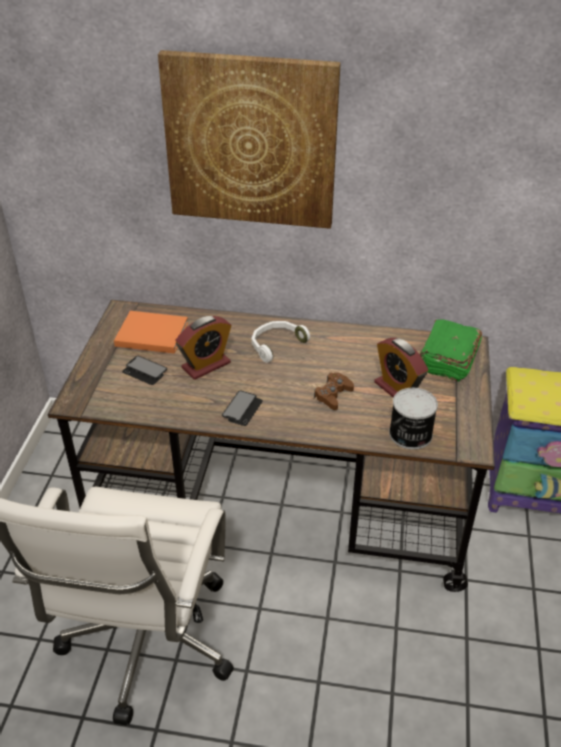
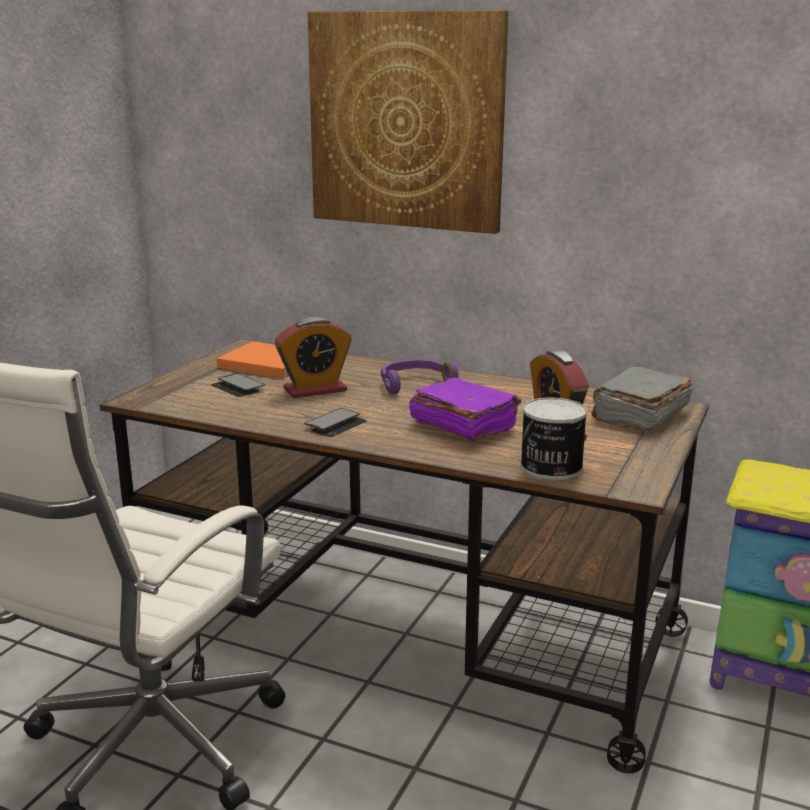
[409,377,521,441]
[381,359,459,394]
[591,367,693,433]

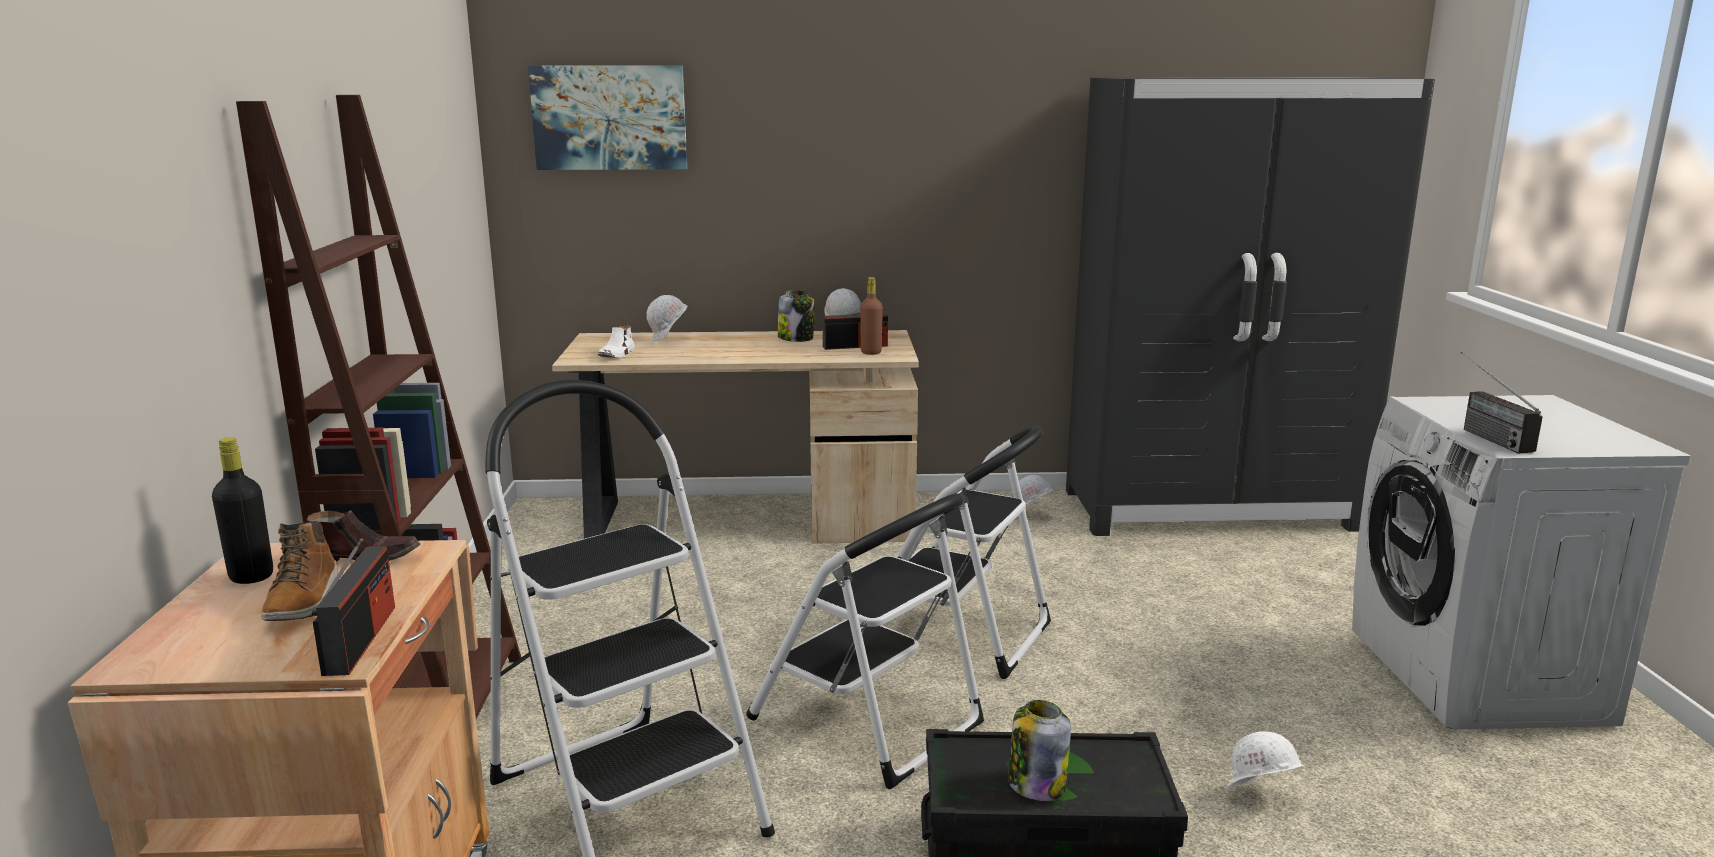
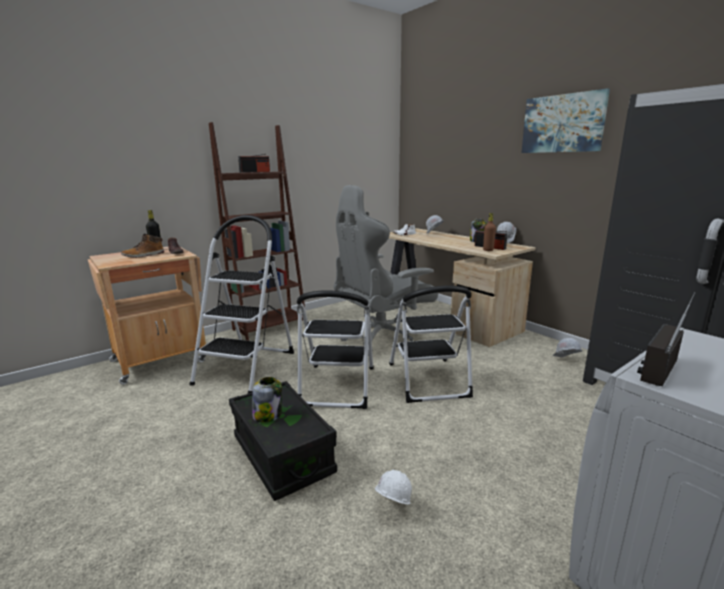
[334,185,438,356]
[238,154,270,173]
[521,88,610,153]

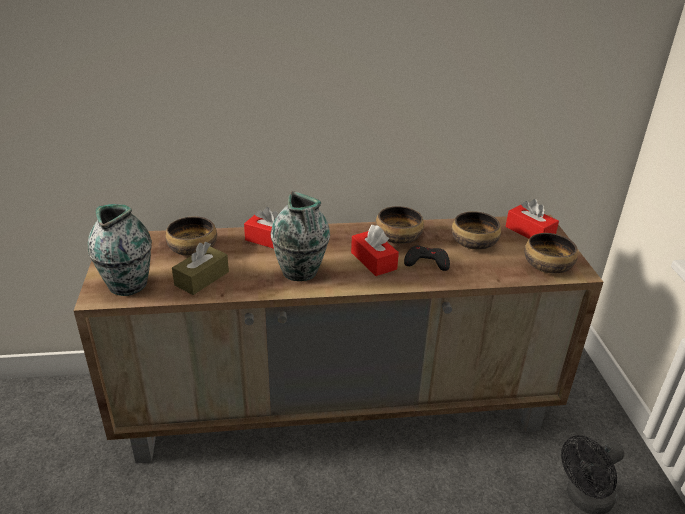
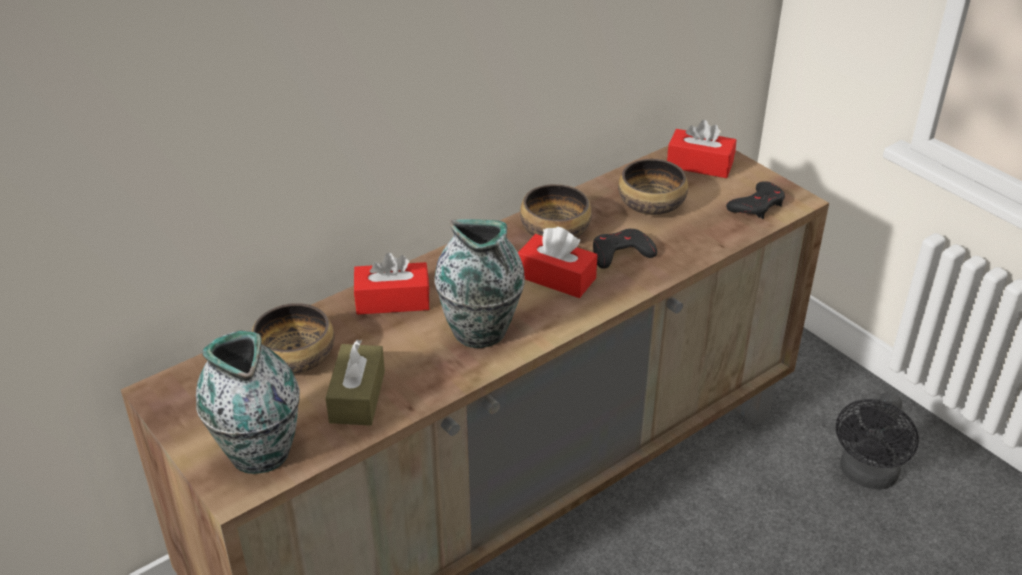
[726,181,785,219]

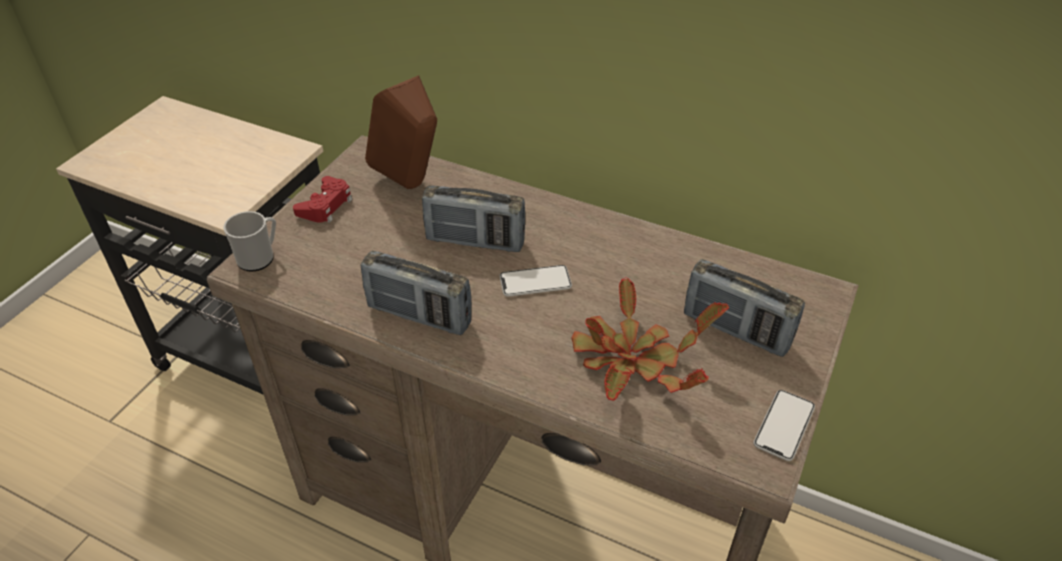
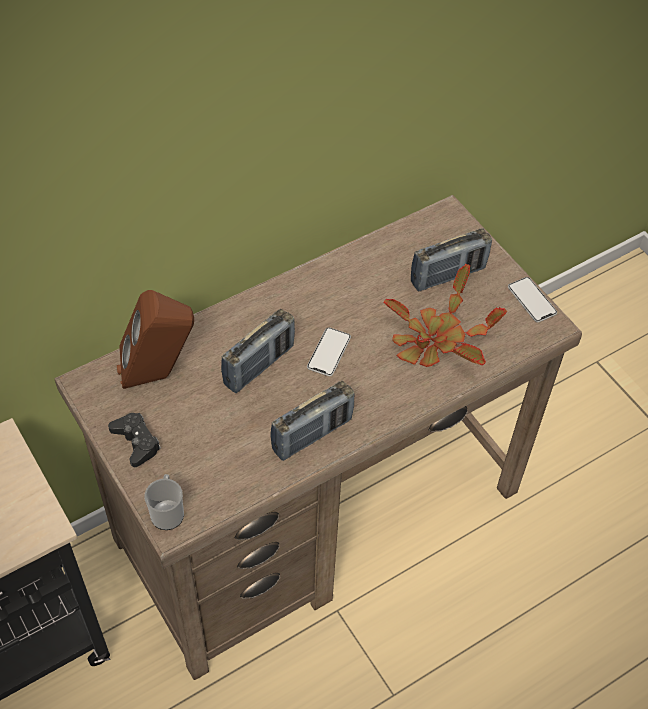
[108,413,161,467]

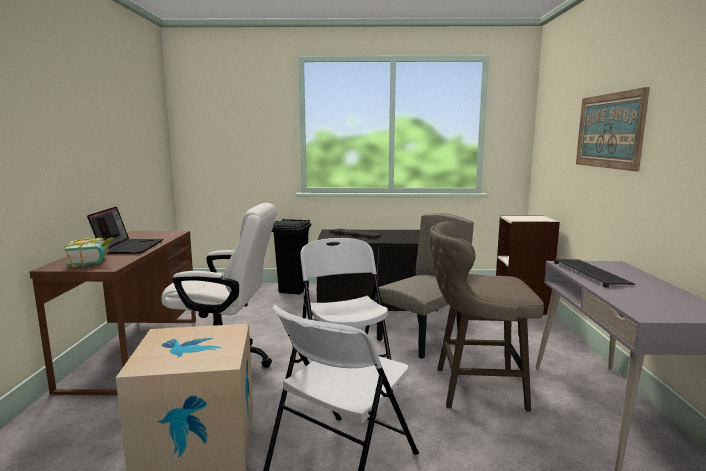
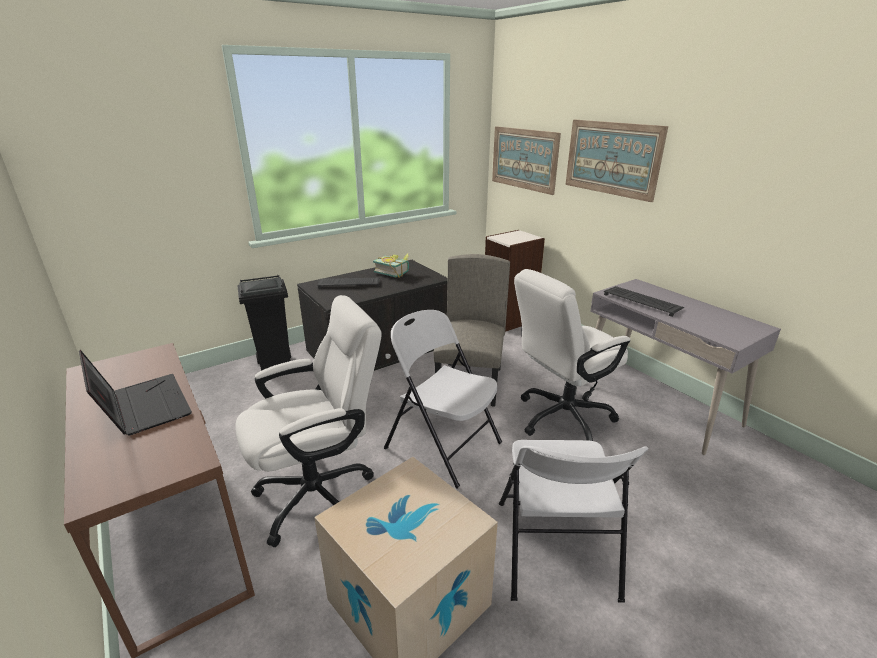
[492,126,561,195]
[373,253,409,278]
[514,269,631,441]

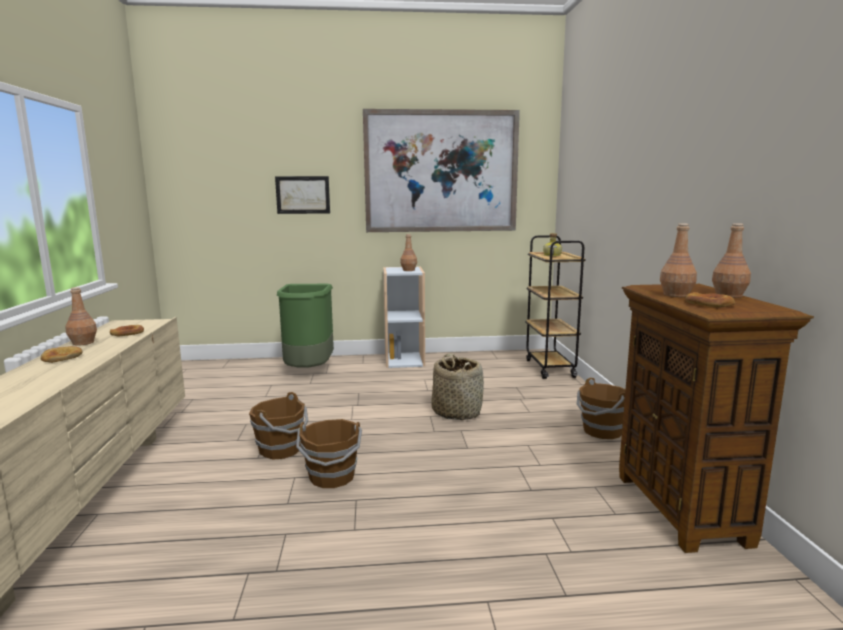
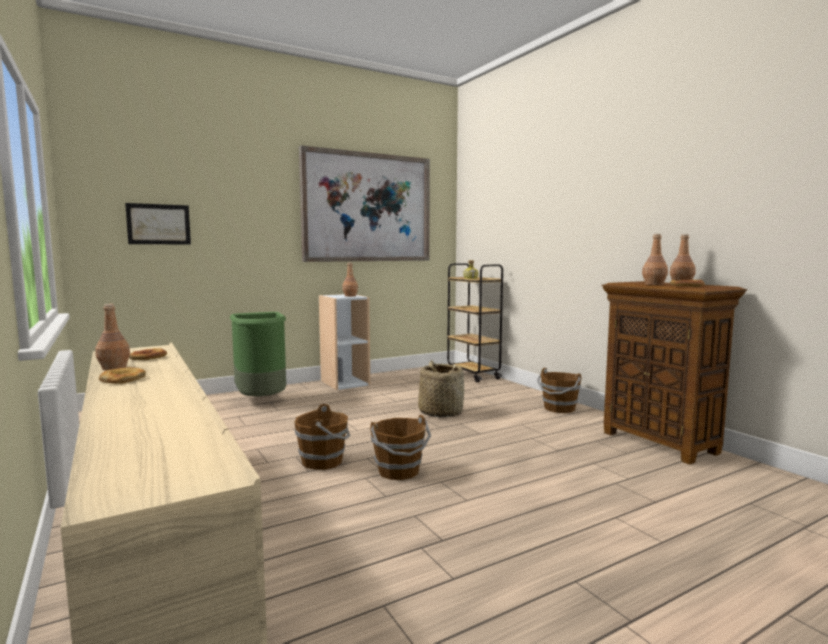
[125,203,191,245]

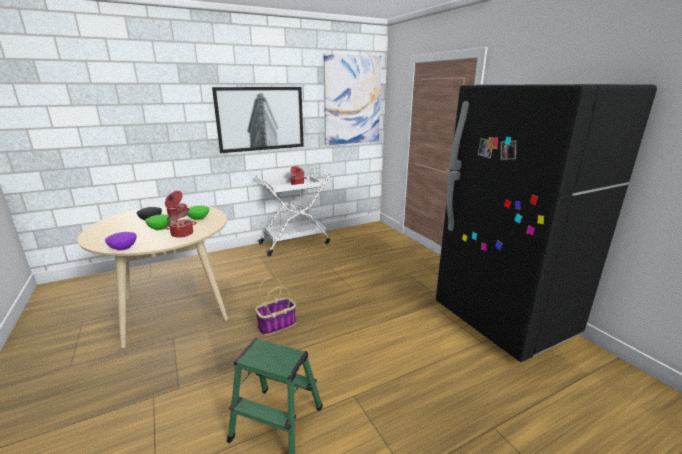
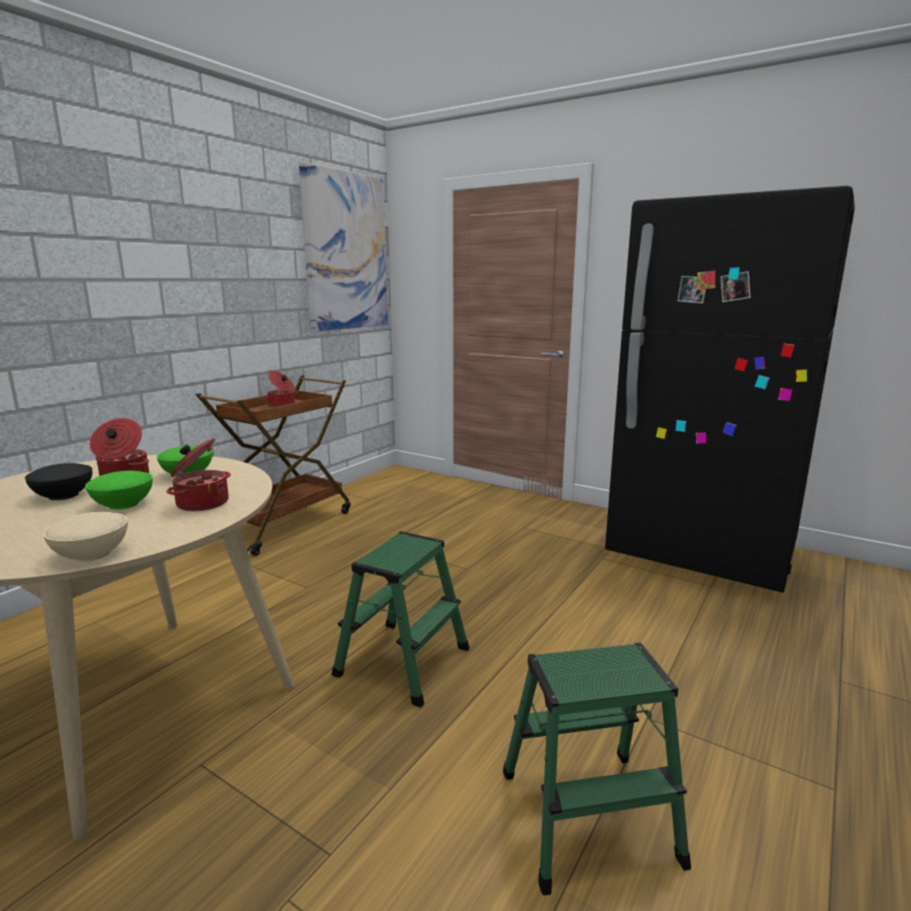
[212,87,304,153] (first image)
[331,531,470,707]
[43,512,128,562]
[195,375,351,556]

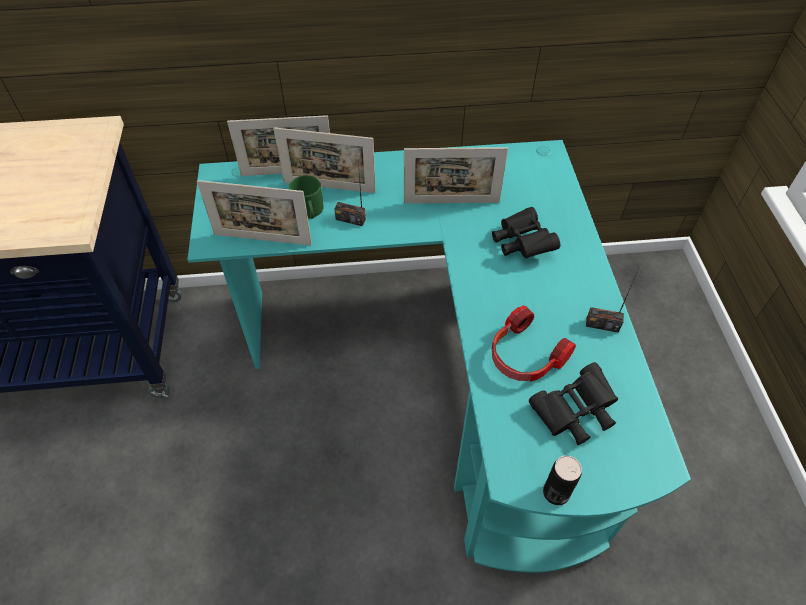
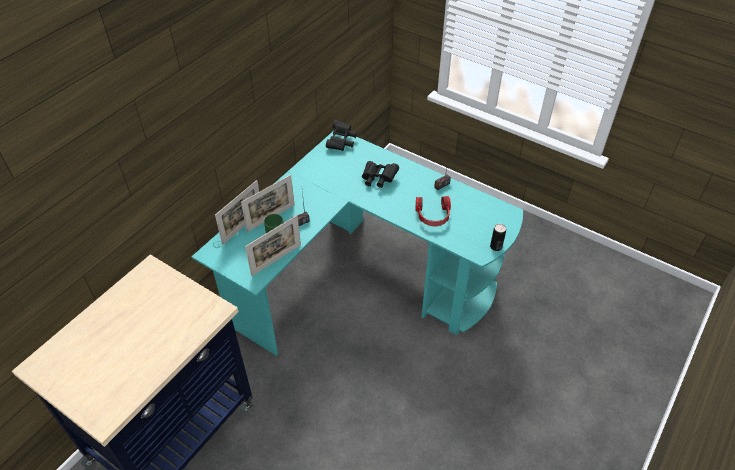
[404,147,508,204] (first image)
[326,120,357,151]

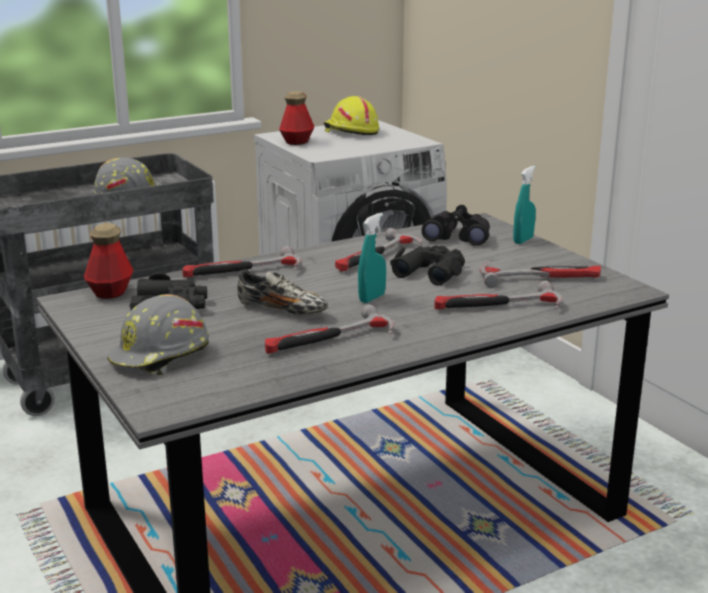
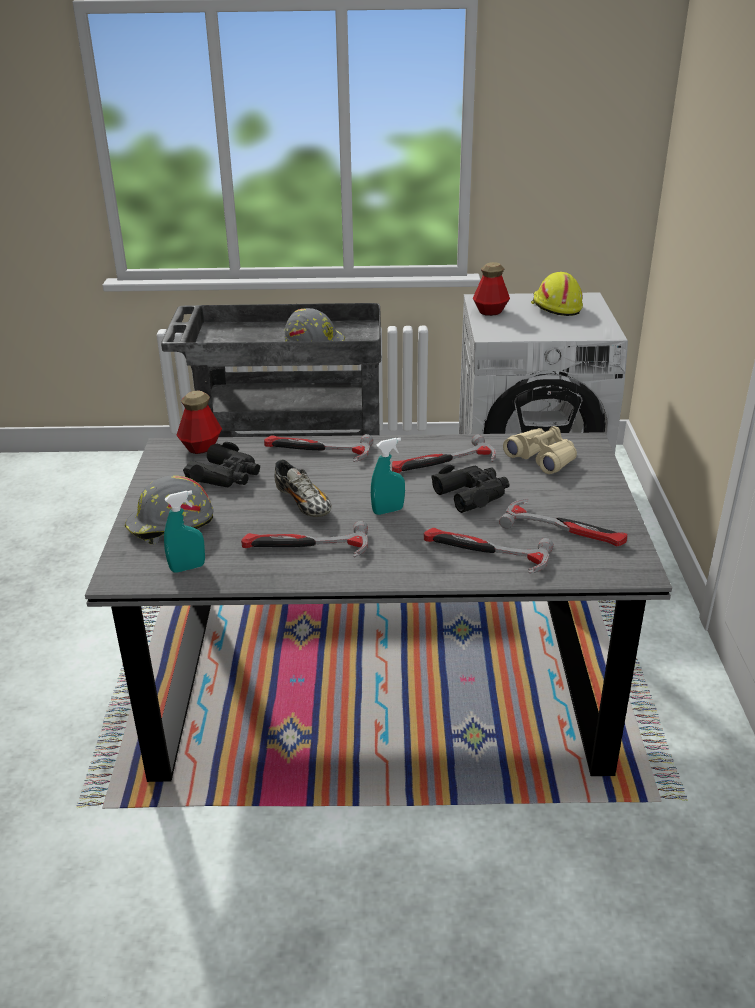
[164,490,205,573]
[503,426,577,474]

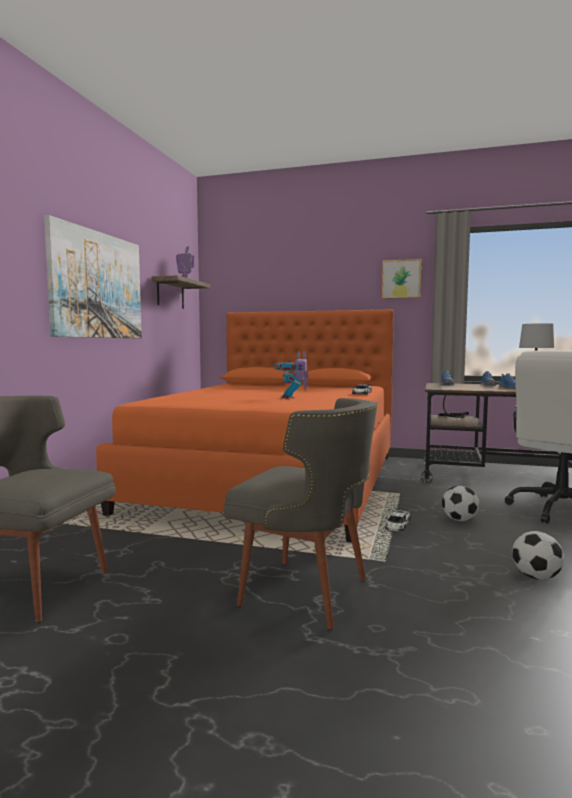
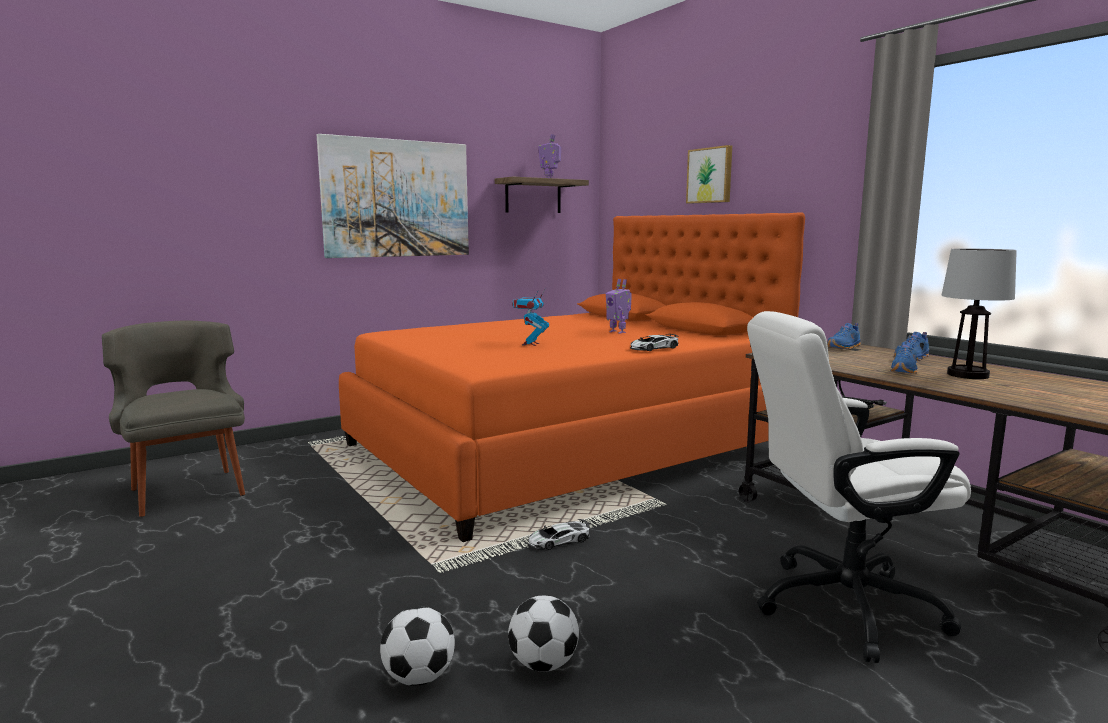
[223,398,378,630] (first image)
[686,145,732,204]
[380,607,455,686]

